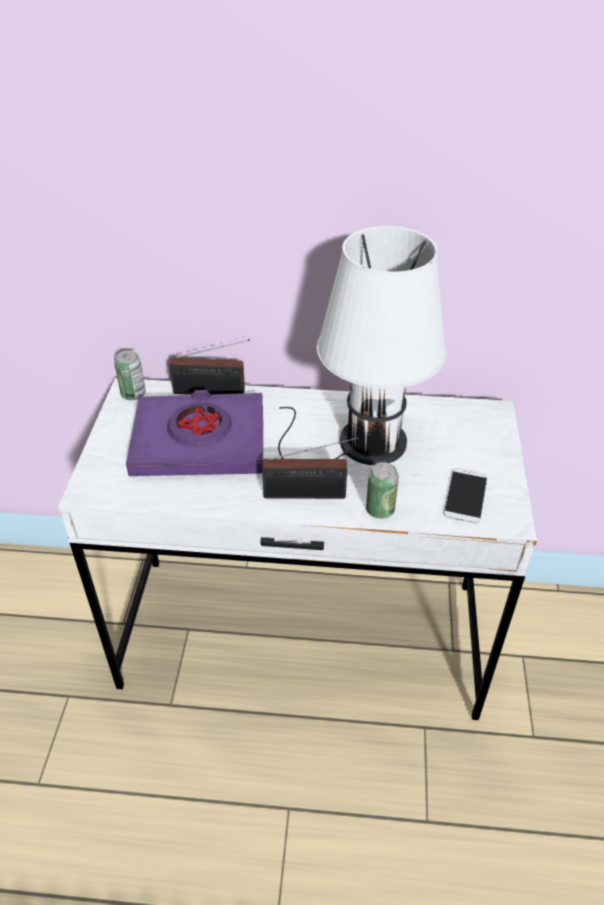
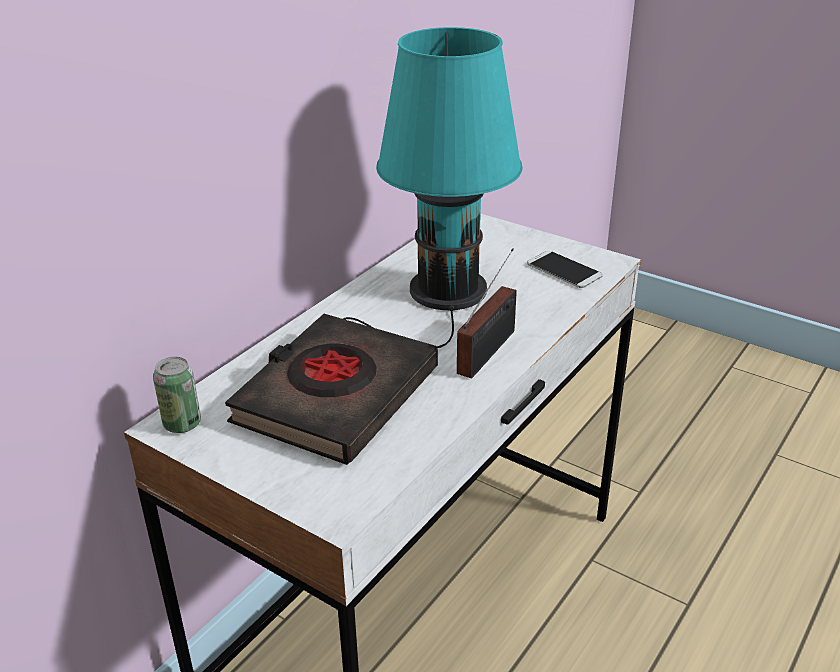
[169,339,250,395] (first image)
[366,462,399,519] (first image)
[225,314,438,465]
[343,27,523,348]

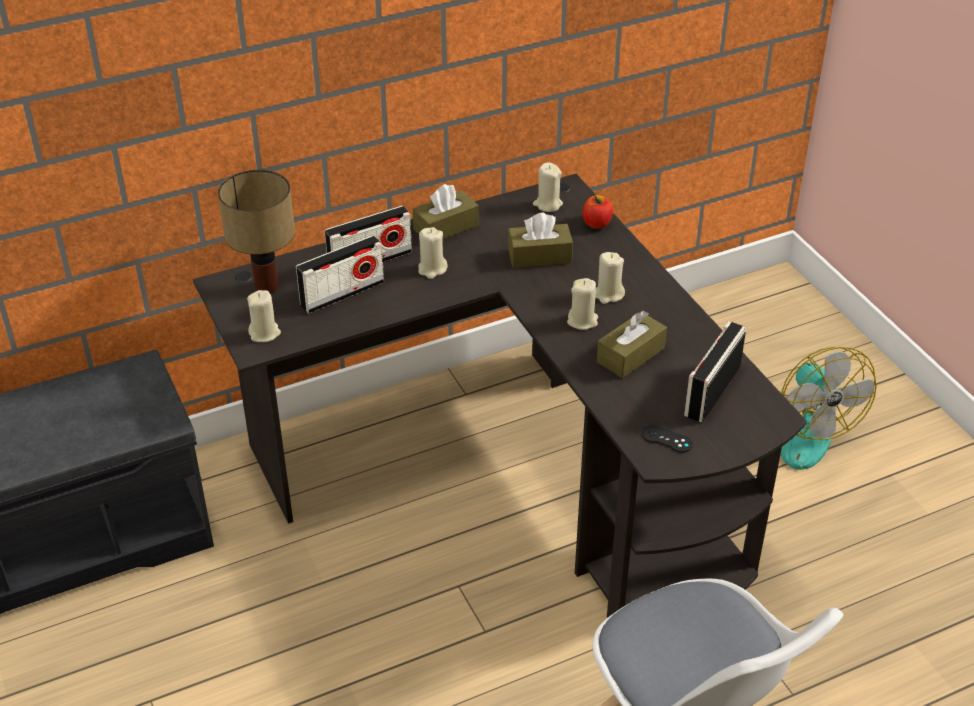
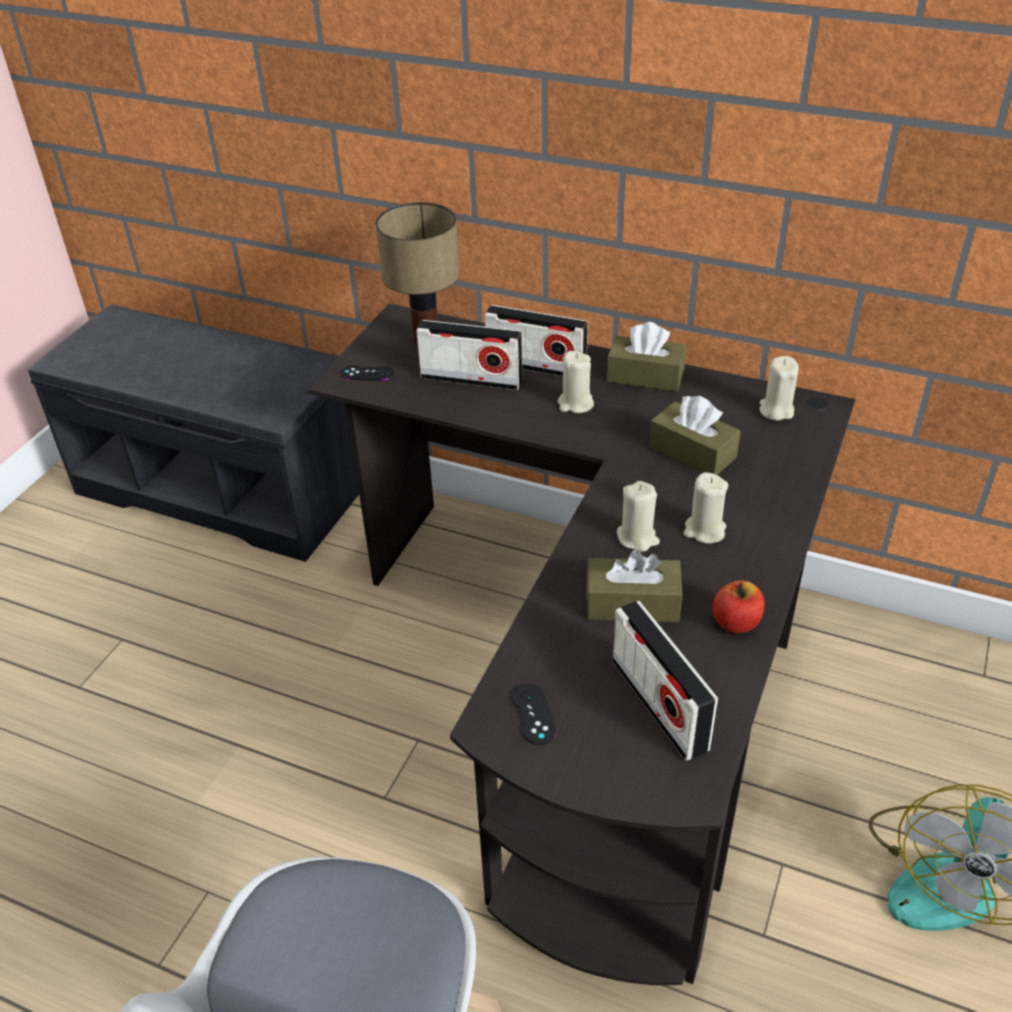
[713,580,765,633]
[341,365,394,381]
[612,601,718,761]

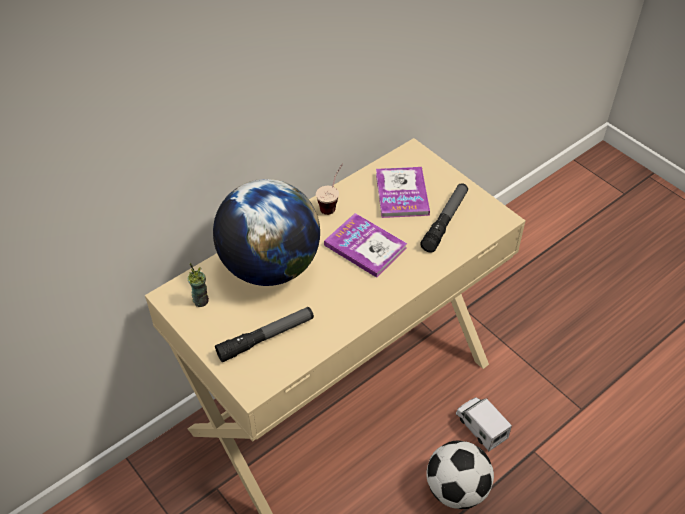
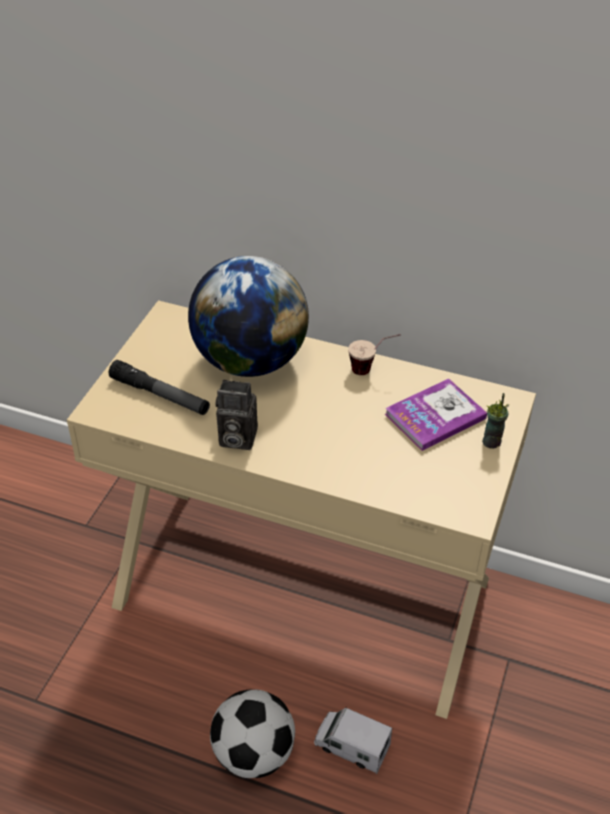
[324,213,407,278] (first image)
[420,183,468,252] (first image)
[216,379,258,450]
[482,393,509,449]
[314,708,392,774]

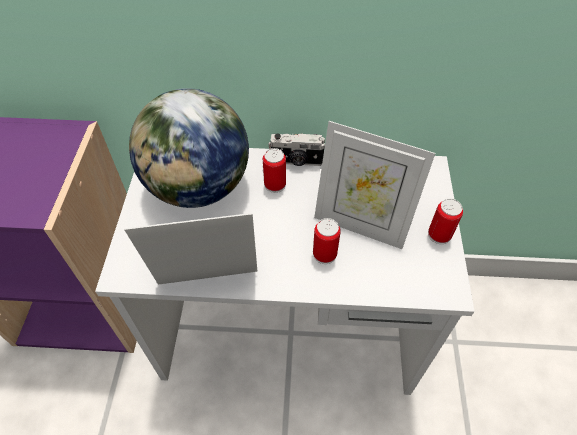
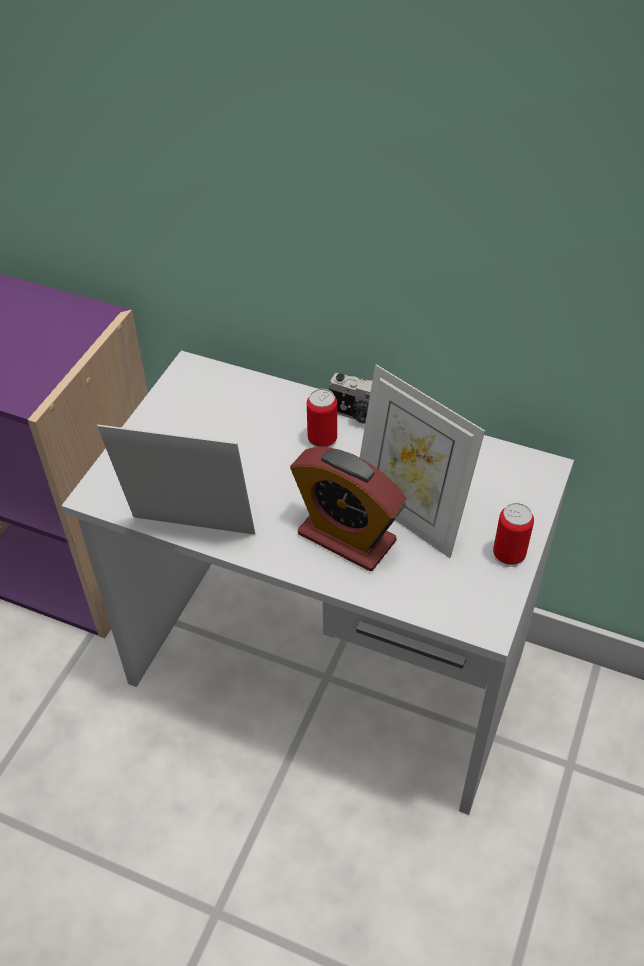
[129,88,249,208] (first image)
[290,447,406,571]

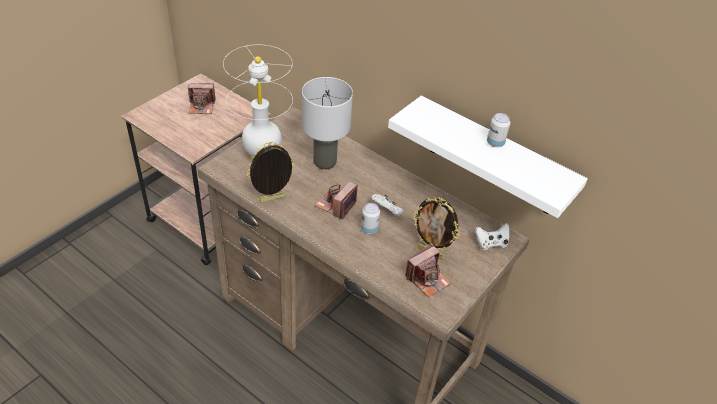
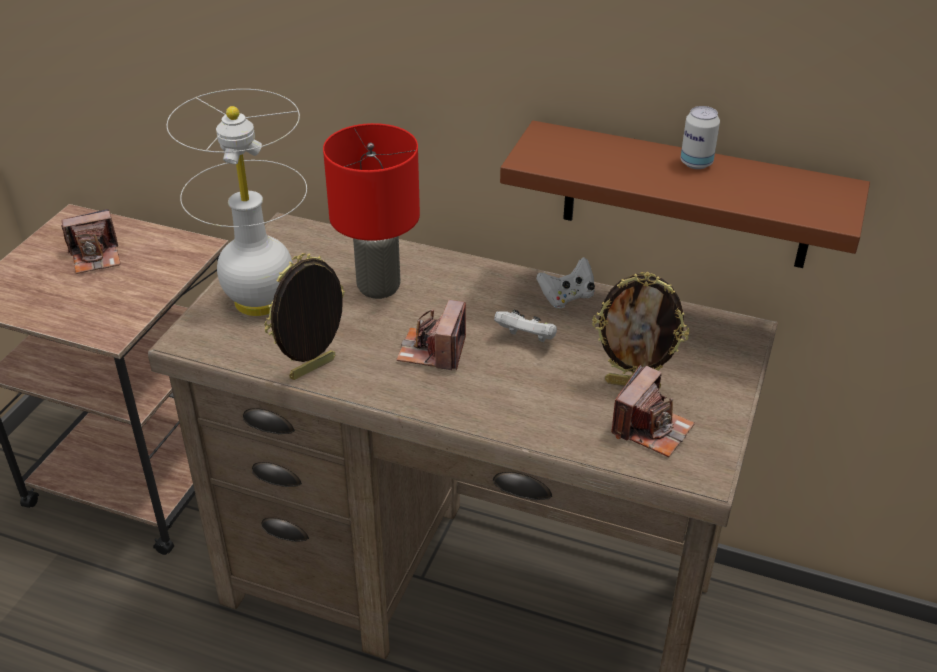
[361,203,380,234] (first image)
[536,257,595,309]
[323,123,420,299]
[500,121,870,268]

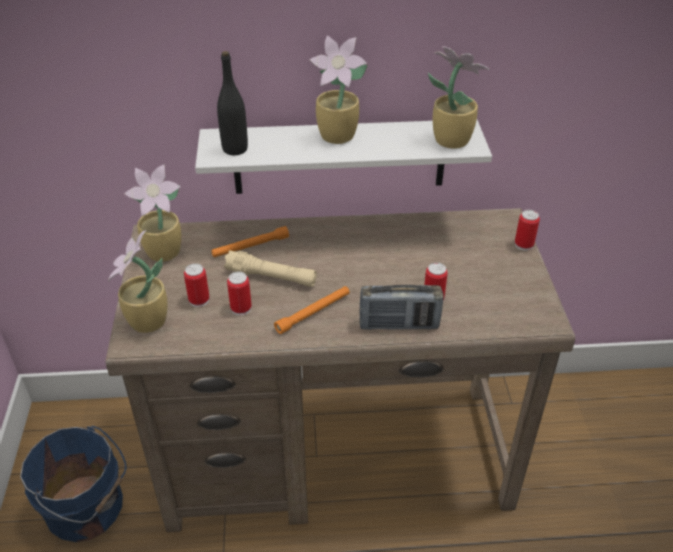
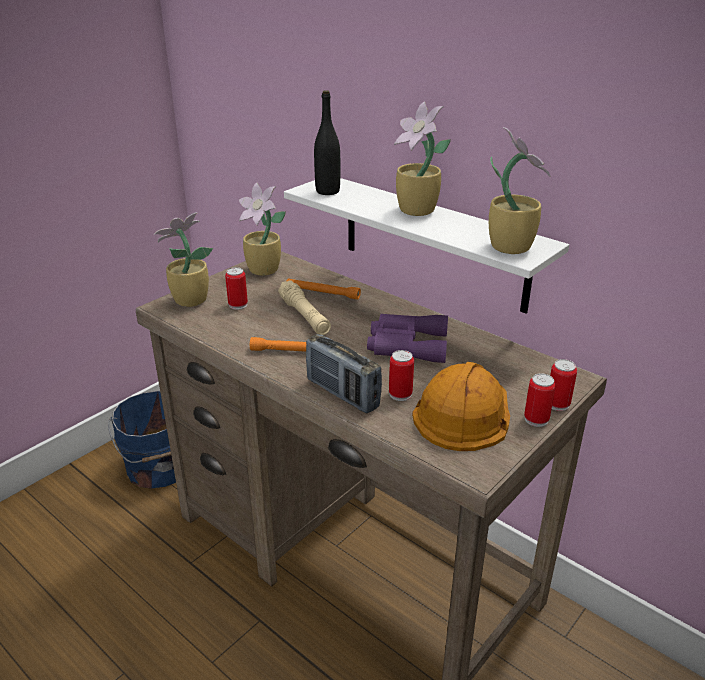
[367,314,448,363]
[412,362,510,451]
[524,373,556,427]

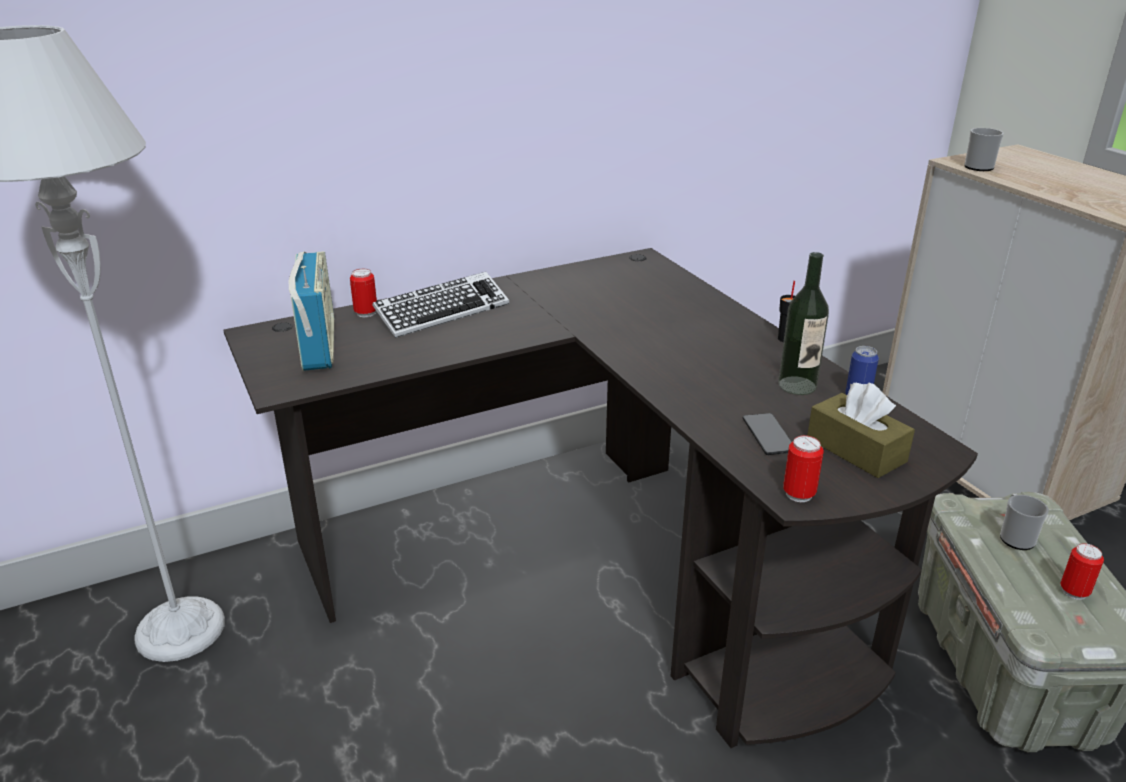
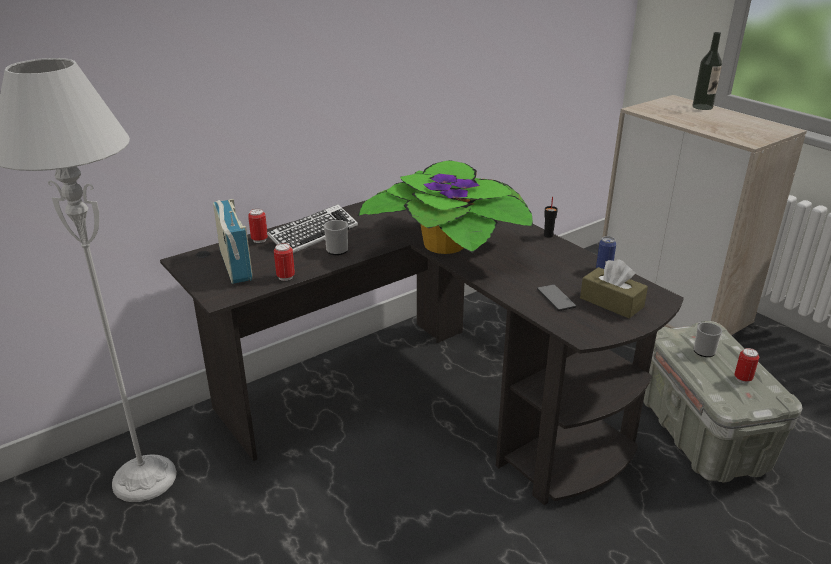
[358,160,533,254]
[692,32,722,110]
[274,243,295,281]
[324,220,348,255]

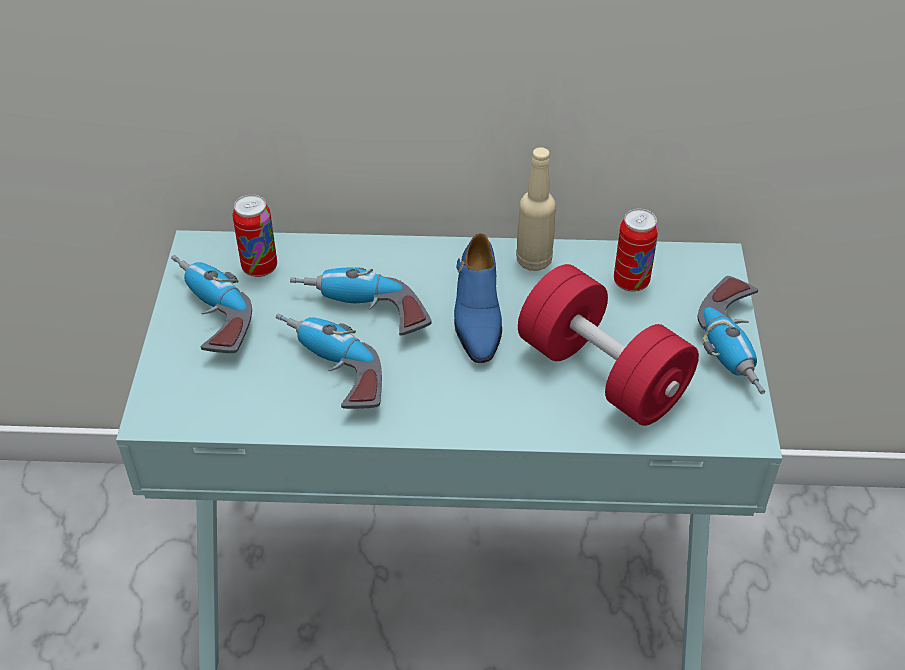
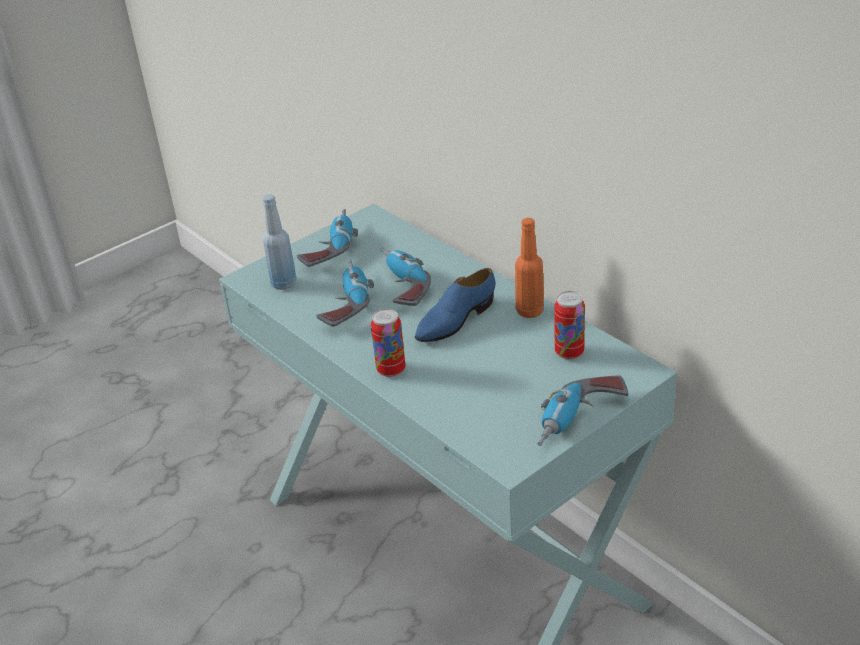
[518,264,699,426] (first image)
[263,194,297,290]
[371,309,405,377]
[515,218,544,318]

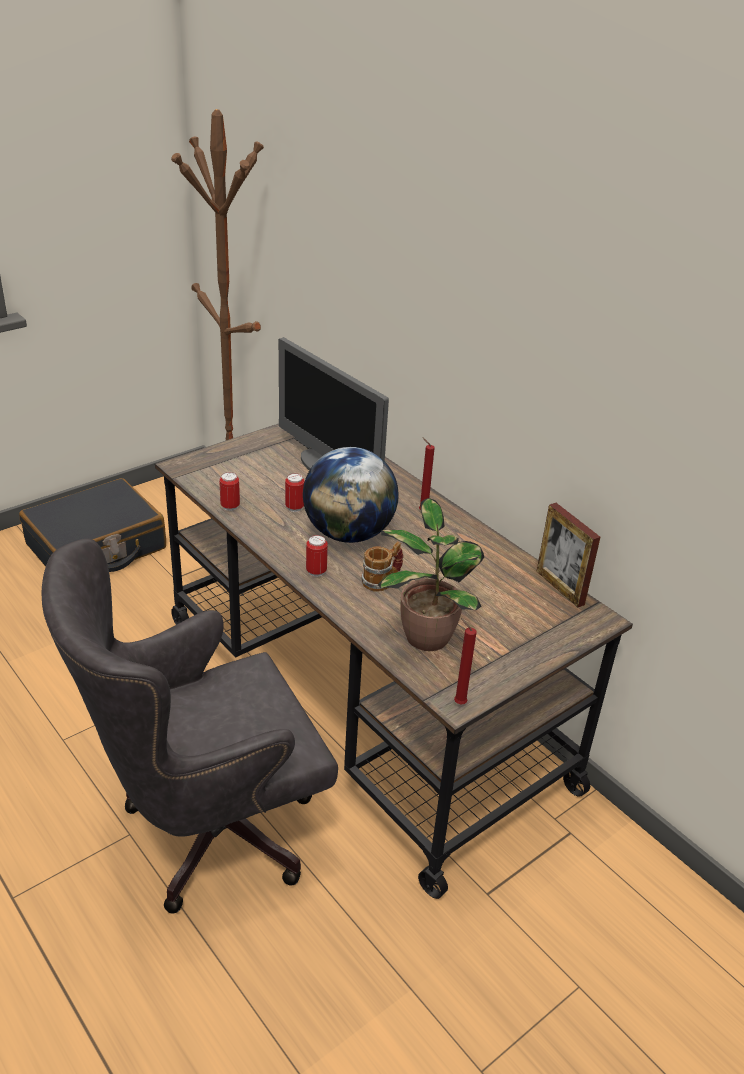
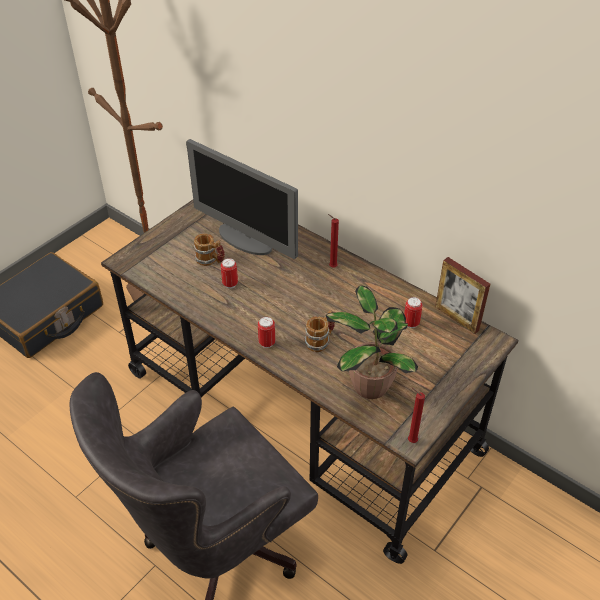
[303,447,399,543] (first image)
[194,233,225,266]
[404,297,423,328]

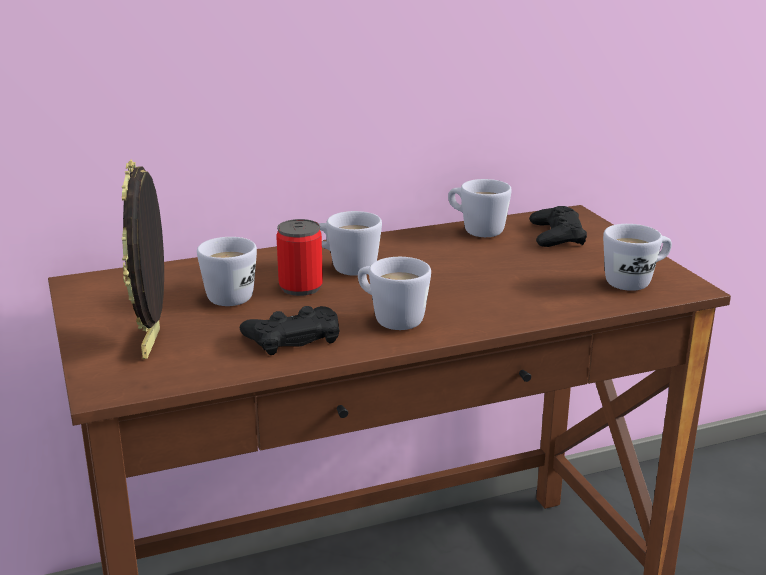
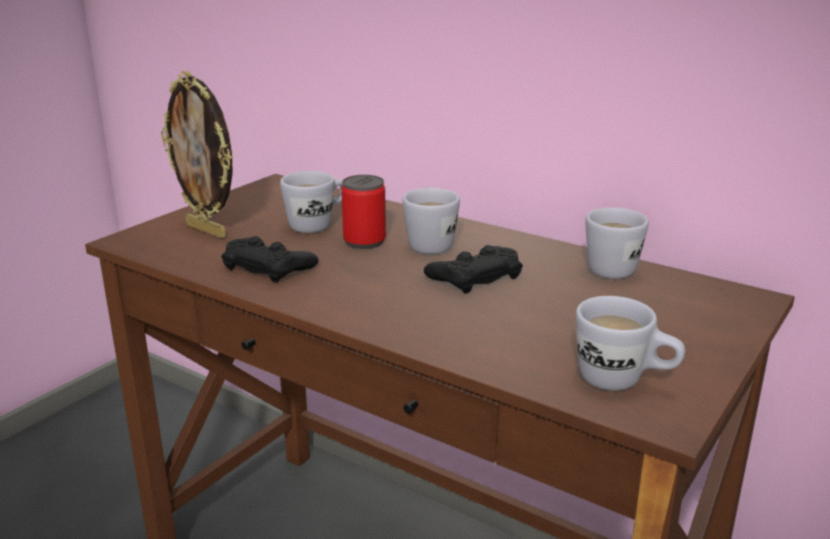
[358,257,431,330] (first image)
[424,245,523,294]
[161,71,233,239]

